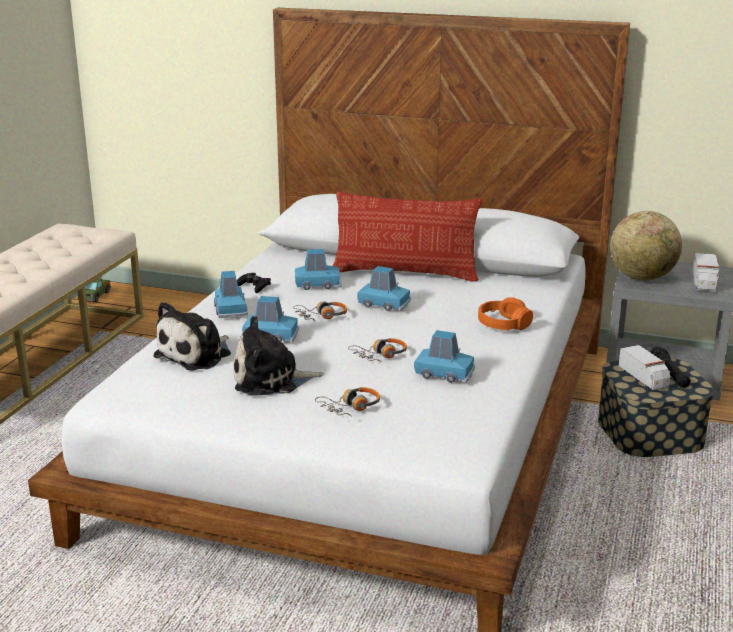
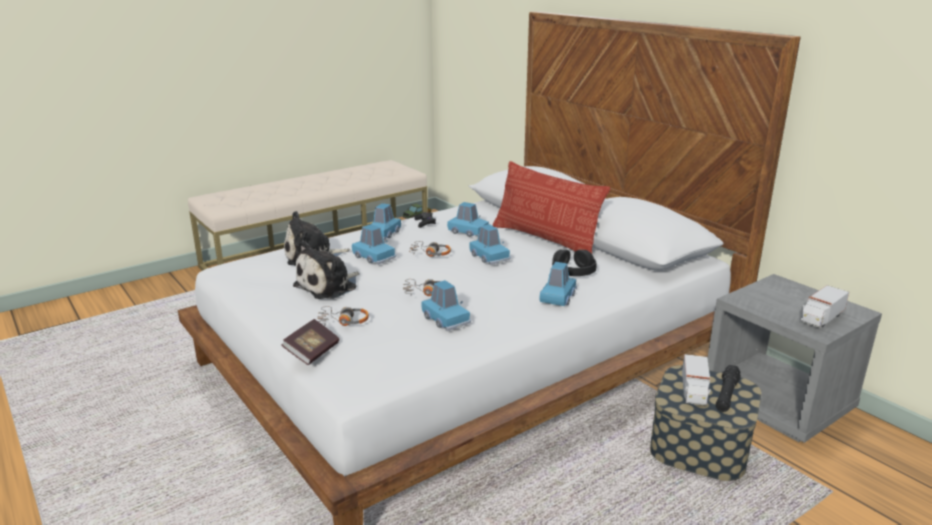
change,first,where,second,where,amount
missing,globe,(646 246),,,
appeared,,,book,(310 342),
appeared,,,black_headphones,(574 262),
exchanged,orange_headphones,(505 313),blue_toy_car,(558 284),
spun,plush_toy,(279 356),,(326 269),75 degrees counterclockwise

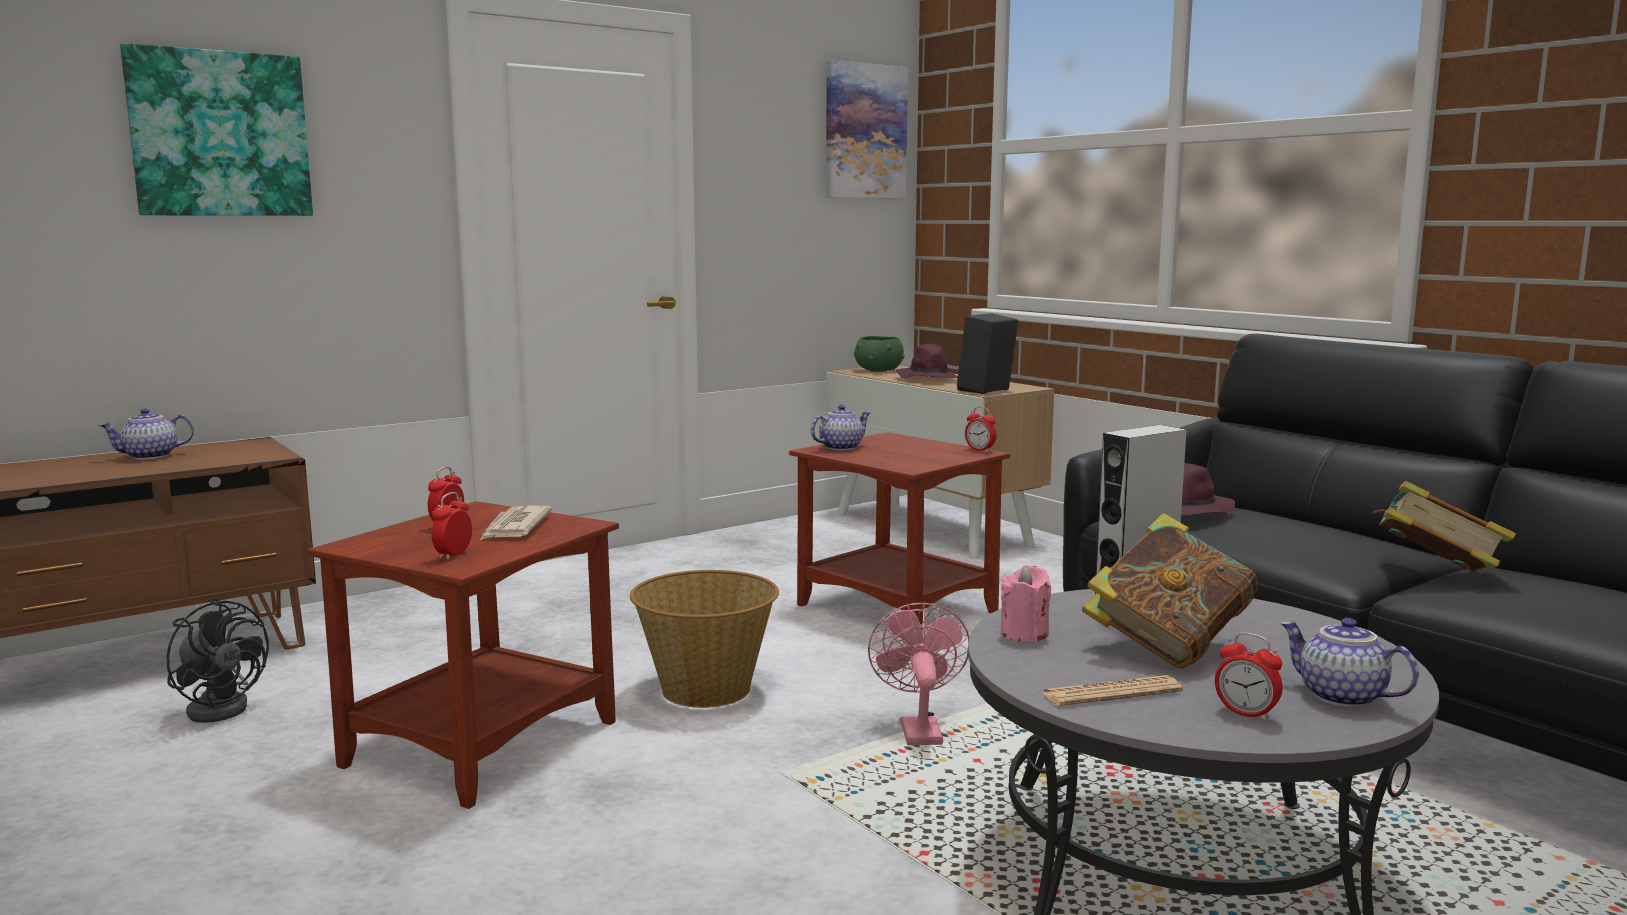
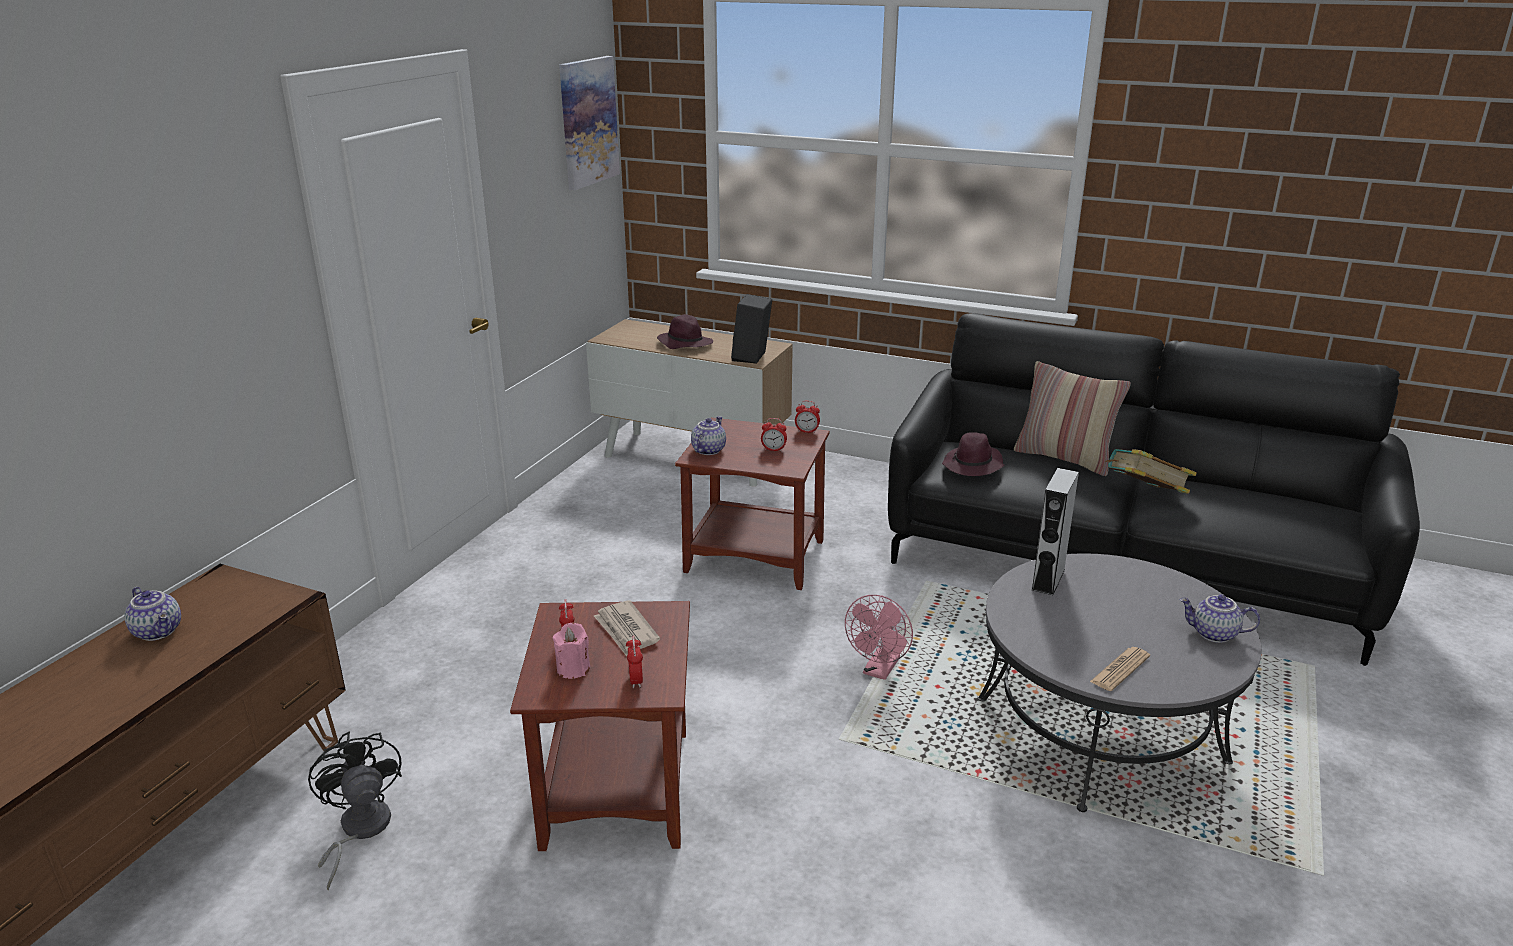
change,first,where,second,where,amount
missing,picture,(216 129),,,
missing,basket,(704 639),,,
missing,green_bowl,(879 354),,,
missing,book,(1170 591),,,
appeared,,,pillow,(1072 418),
relocated,pink_candle,(1026 603),,(571 650),
relocated,alarm_clock,(1249 676),,(774 435),
spun,teapot,(146 434),,(152 614),75 degrees counterclockwise
spun,black_fan,(218 660),,(355 811),120 degrees counterclockwise
spun,pink_fan,(918 674),,(879 637),120 degrees counterclockwise

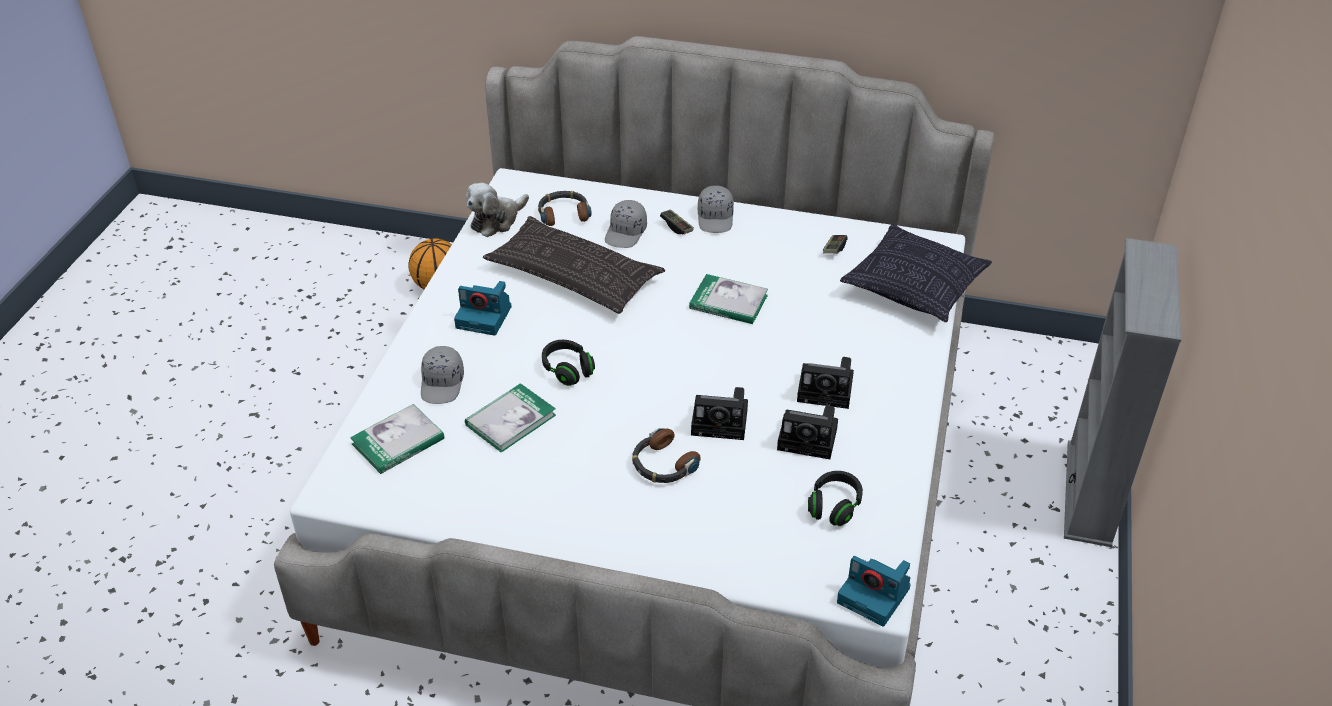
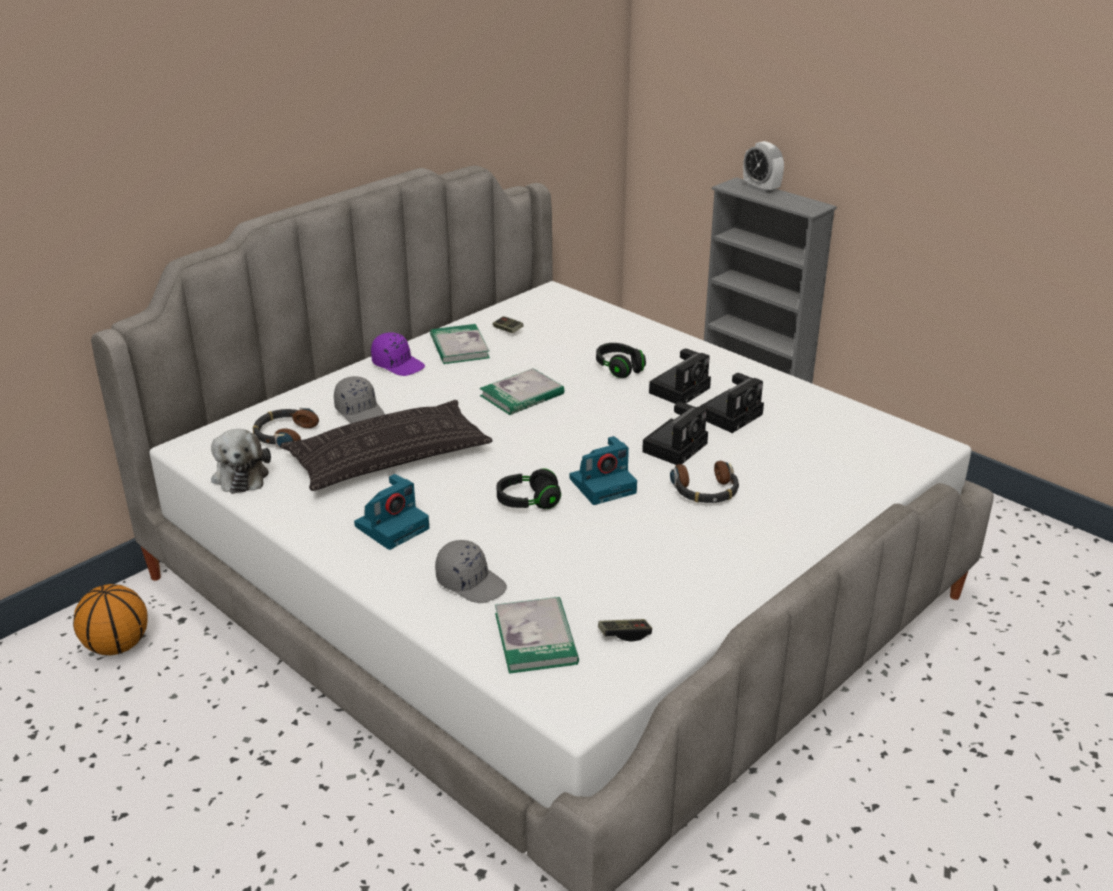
change,first,where,second,where,amount
missing,pillow,(916 273),,,
appeared,,,alarm_clock,(763 167),
relocated,book,(510 417),,(460 344),
relocated,game_controller,(677 221),,(625 630),
relocated,black_headphones,(835 498),,(621 360),
relocated,photo_camera,(874 591),,(603 470),
colour,grey_cap,(716 209),purple_cap,(398 354),

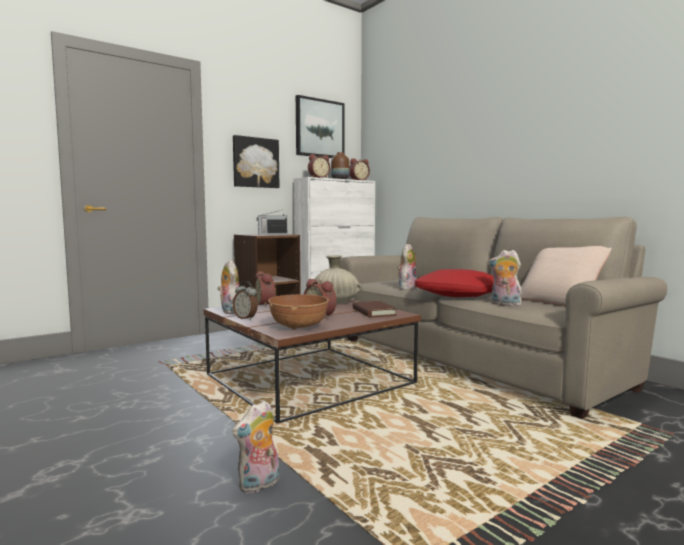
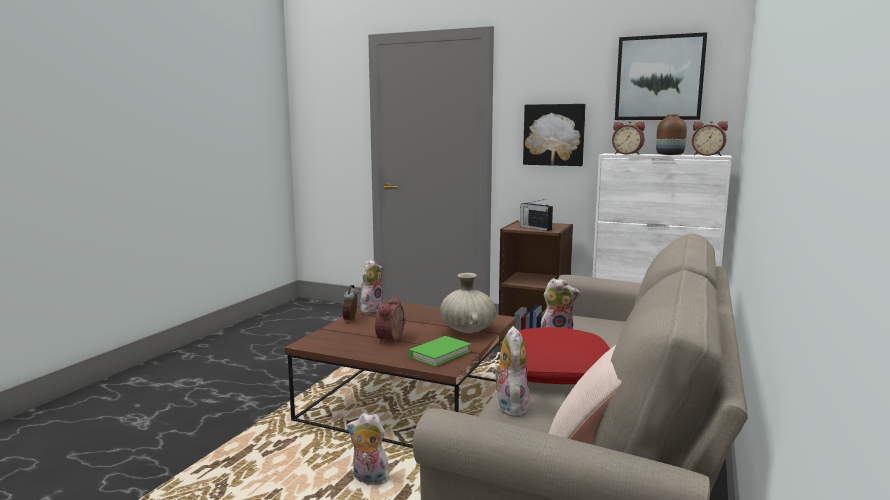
change,first,where,second,where,amount
missing,alarm_clock,(264 288),,,
missing,brown_bowl,(298 312),,,
relocated,plush_toy,(255 447),,(368 449),
colour,brown_book,(375 309),green_book,(439 351),

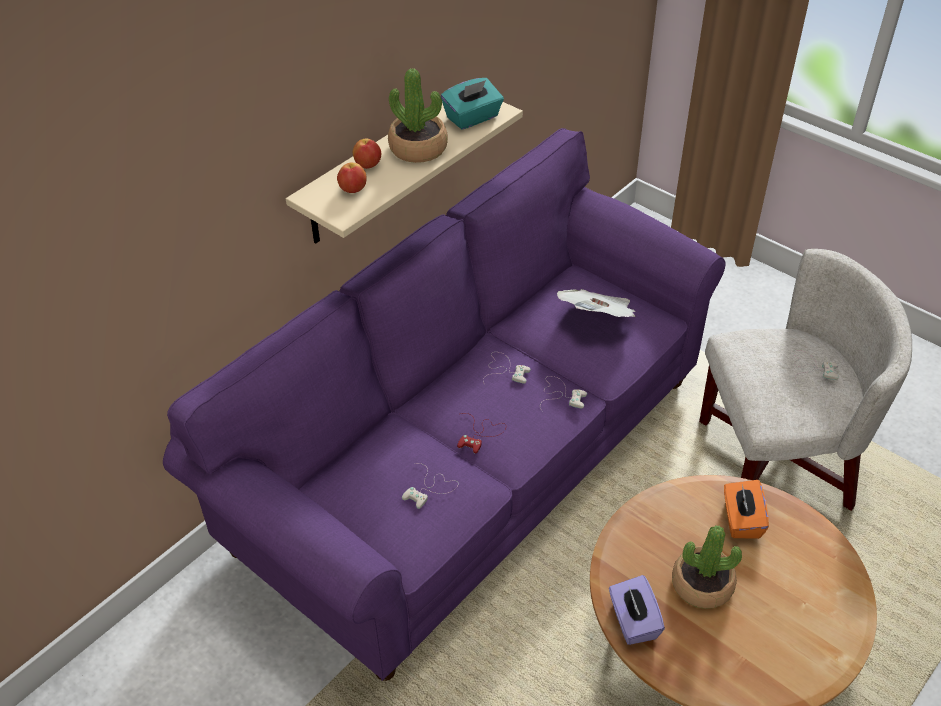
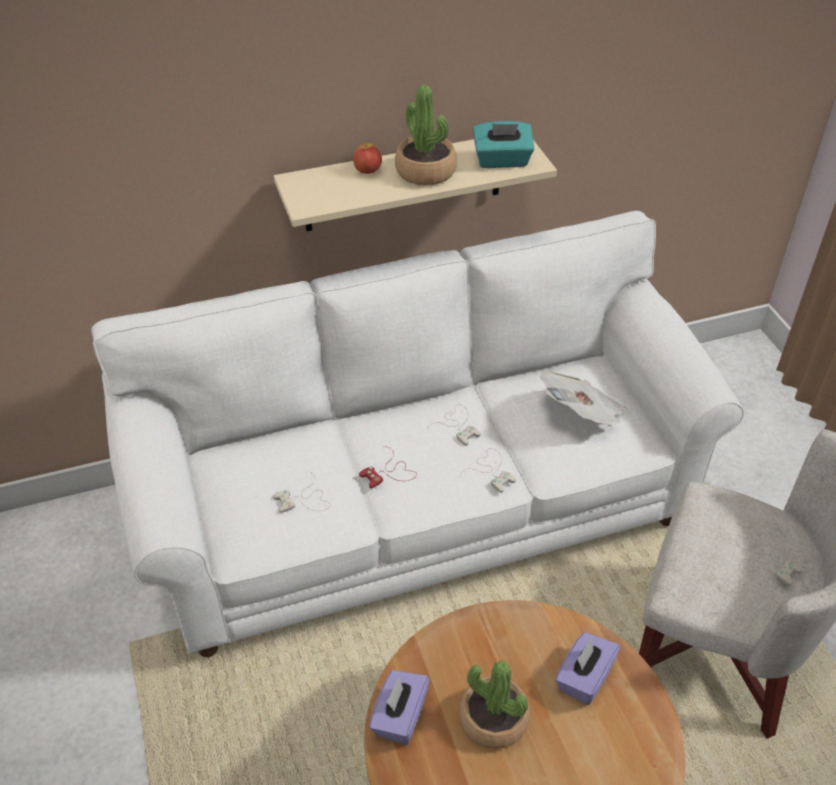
change,first,where,second,where,amount
missing,apple,(352 178),,,
colour,purple_sofa,(444 404),white_sofa,(417 434),
colour,orange_tissue_box,(746 509),purple_tissue_box,(587 668),

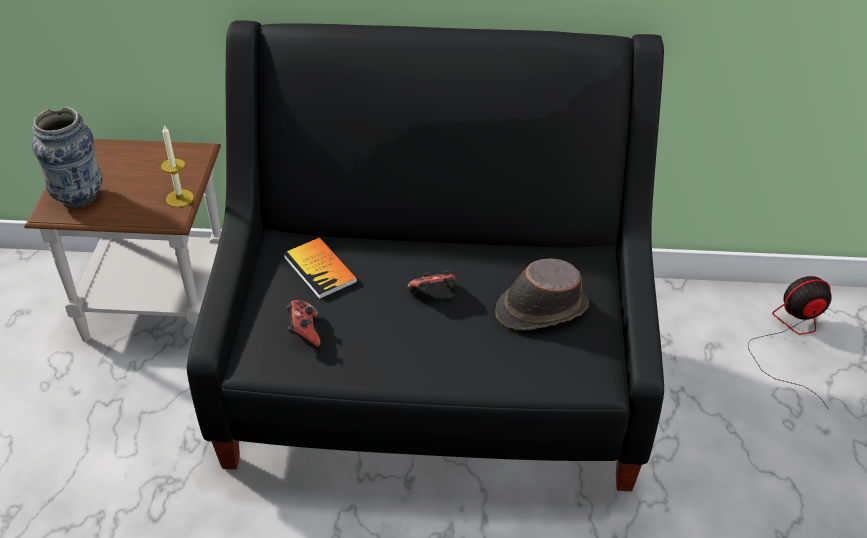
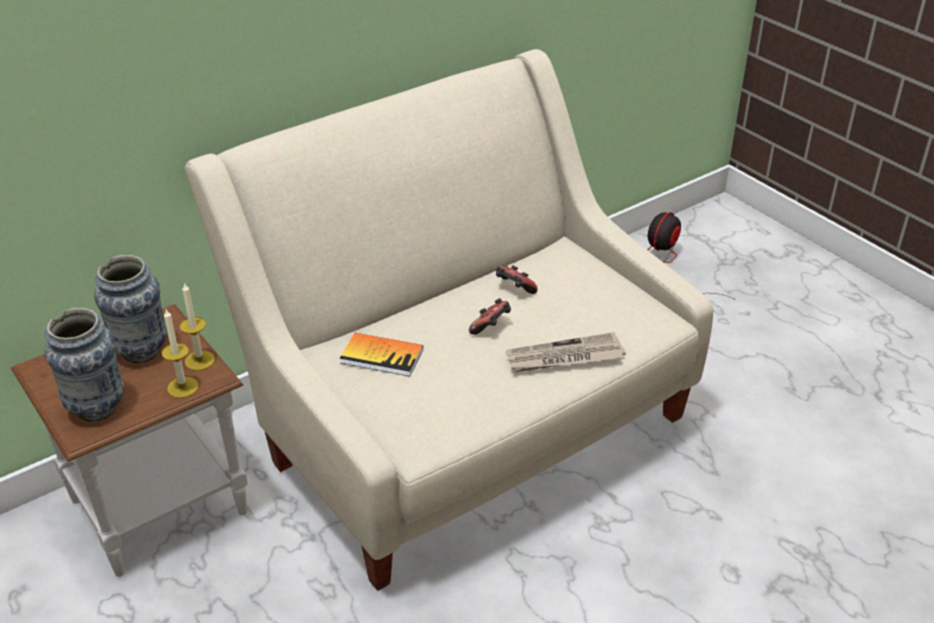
change,first,where,second,where,amount
missing,brown_hat,(542 294),,,
appeared,,,vase,(130 309),
appeared,,,candle,(180 353),
appeared,,,newspaper,(566 352),
relocated,game_controller,(303 324),,(517 279),
colour,black_sofa,(425 255),beige_sofa,(449 320),

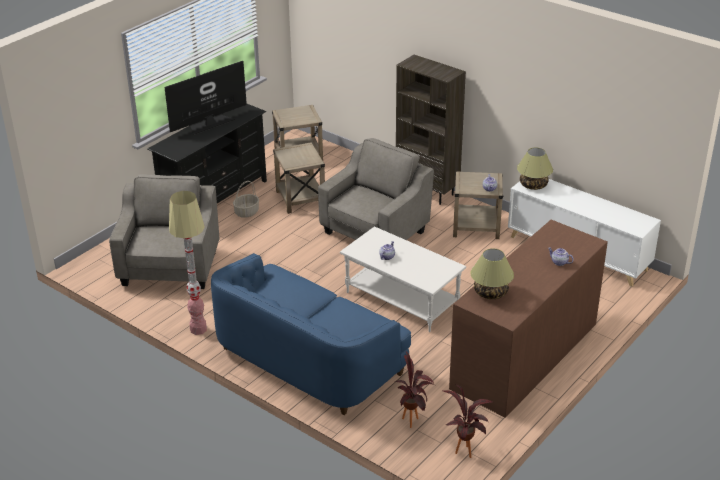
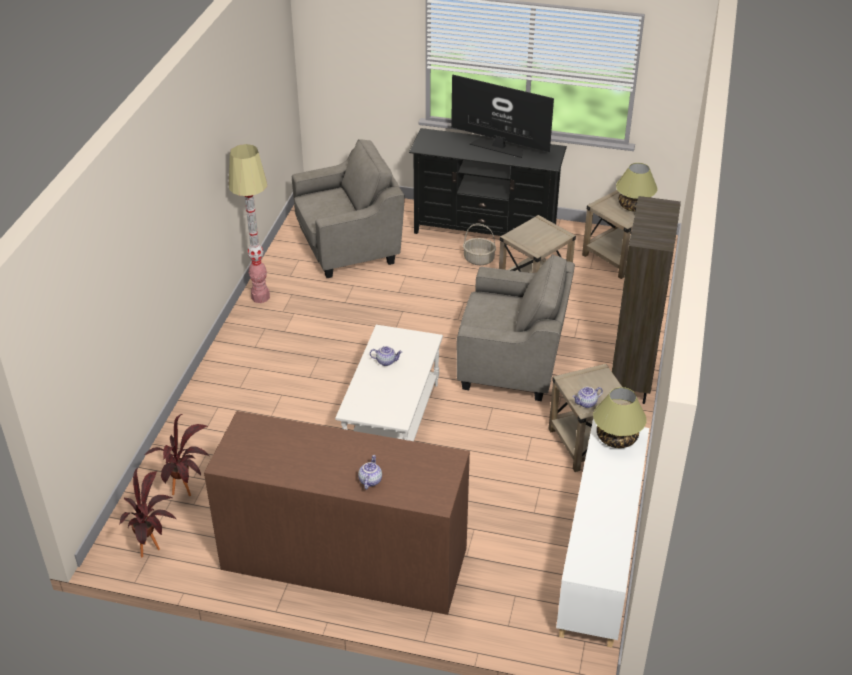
change,first,where,second,where,amount
missing,blue_sofa,(311 334),,,
relocated,table_lamp,(492 273),,(637 187),

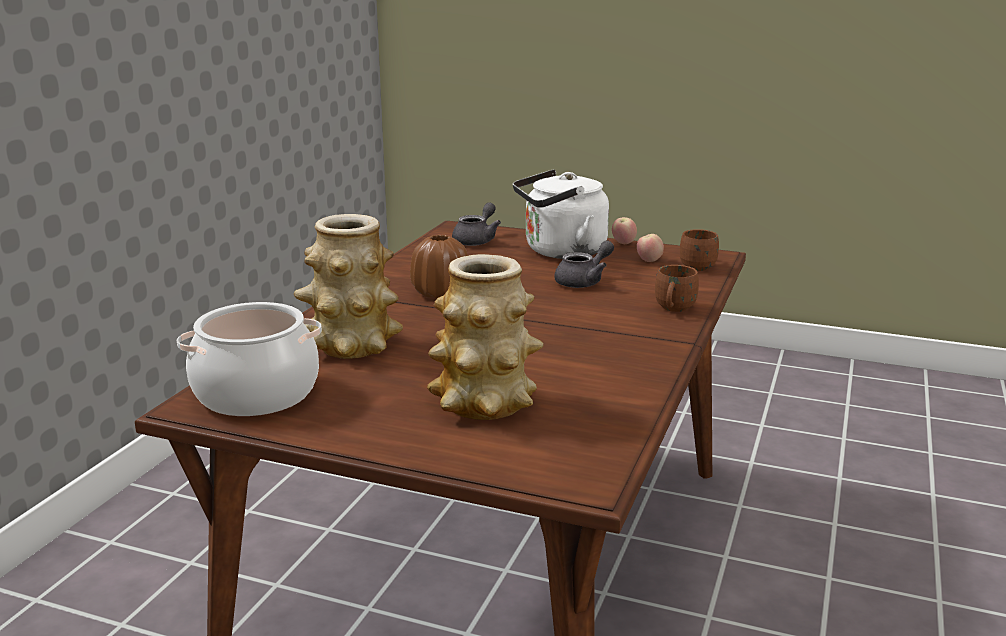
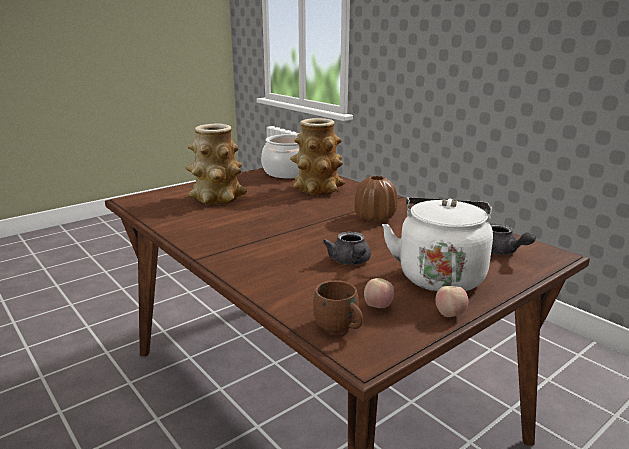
change,first,where,second,where,amount
missing,brown_mug,(677 288),,,

